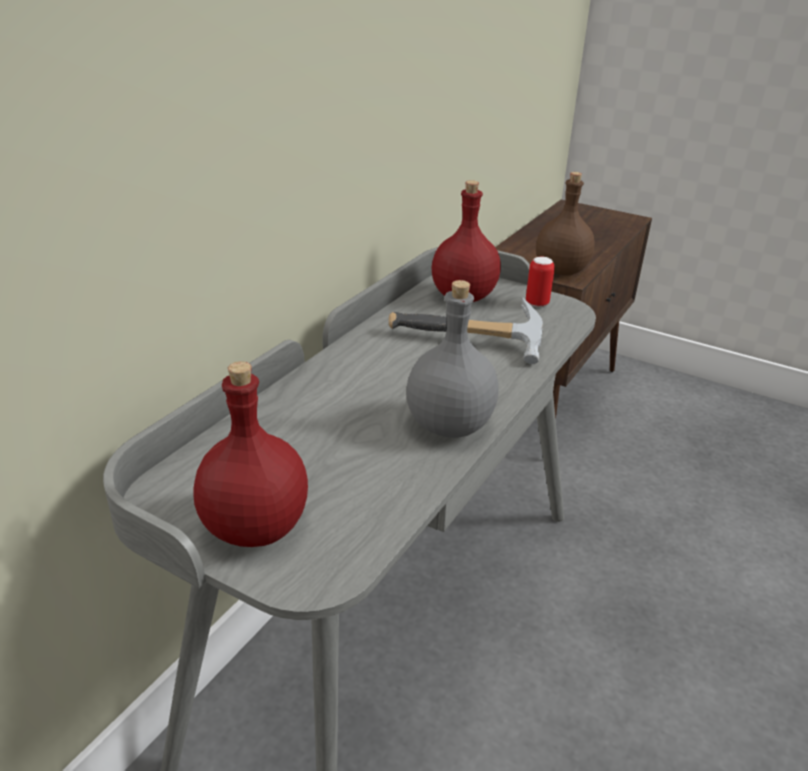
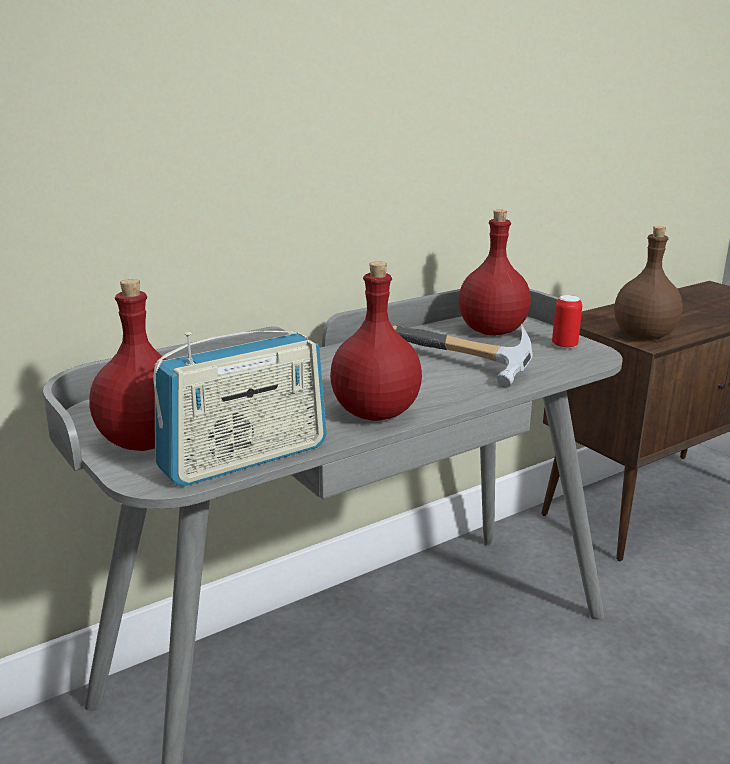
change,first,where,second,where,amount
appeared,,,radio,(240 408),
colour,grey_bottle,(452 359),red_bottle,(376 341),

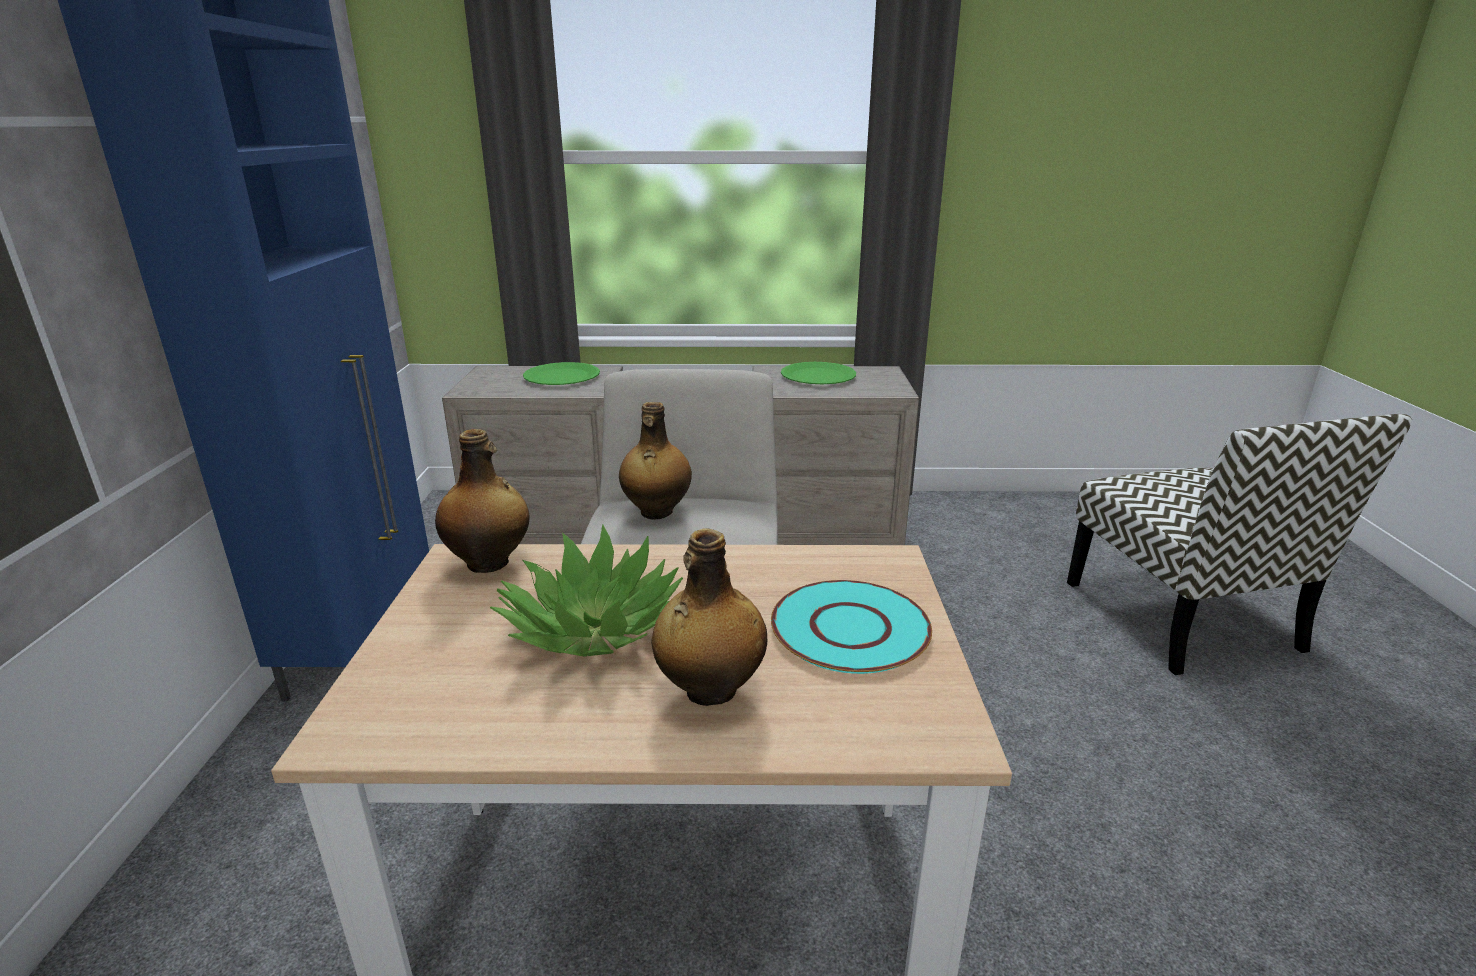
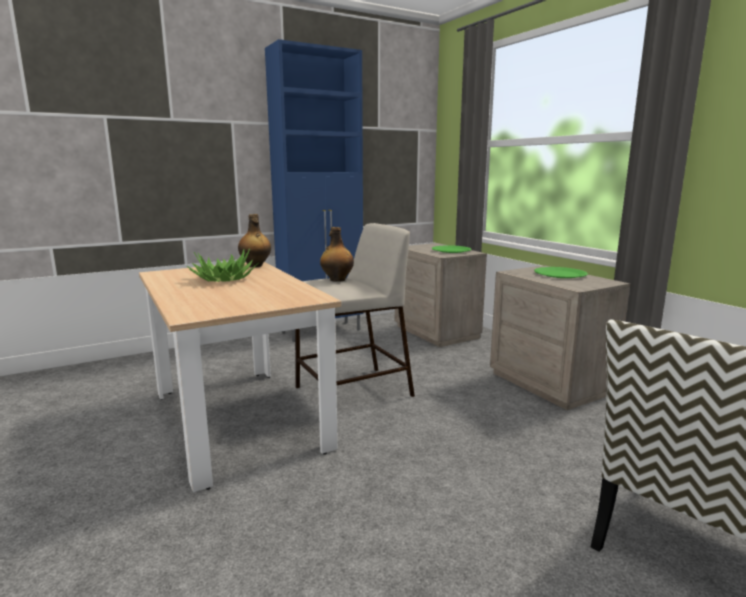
change,first,where,second,where,amount
missing,bottle,(709 617),,,
missing,turquoise_plate,(851 627),,,

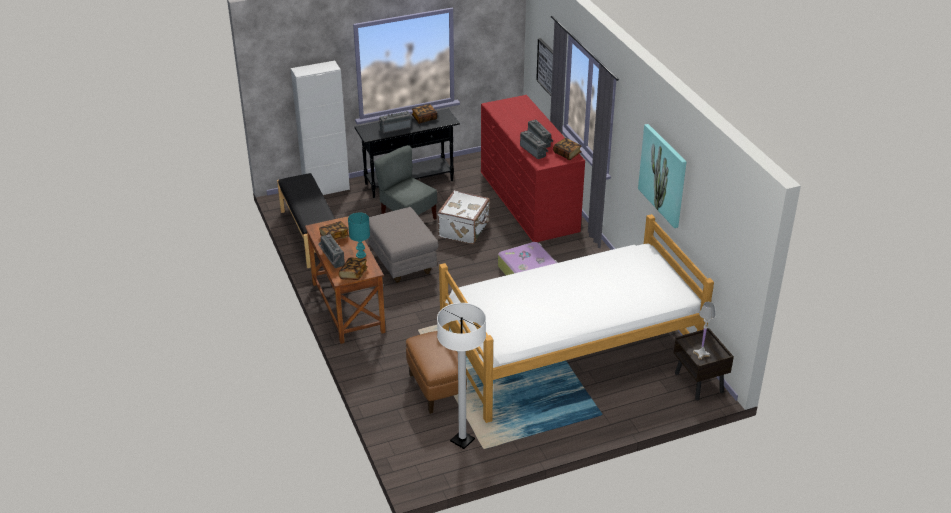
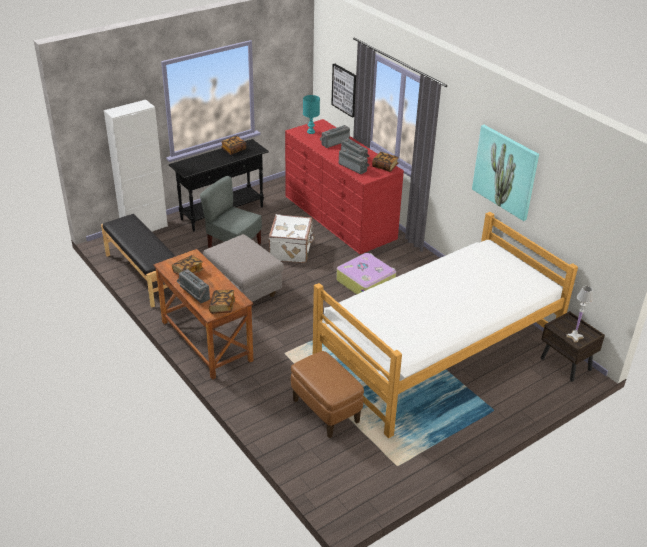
change,first,where,second,where,amount
missing,white_floor_lamp,(461 376),,,
relocated,turquoise_table_lamp,(359 235),,(311 114),
relocated,radio,(394 122),,(335 136),

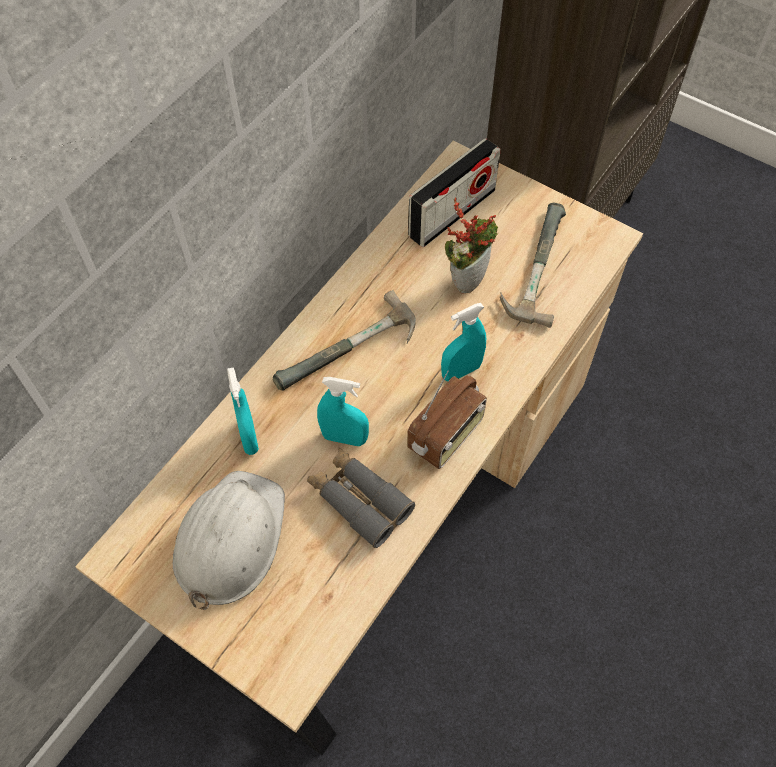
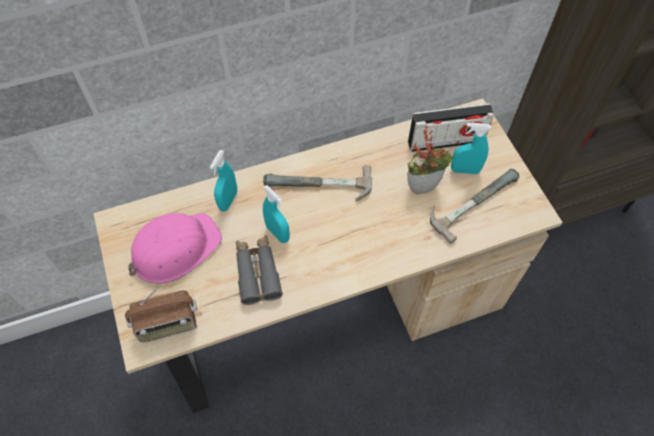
change,first,where,second,where,amount
relocated,radio,(447 420),,(161 313),
relocated,turquoise_spray_bottle,(463 342),,(471 148),
colour,white_hard_hat,(229 540),pink_hard_hat,(175 248),

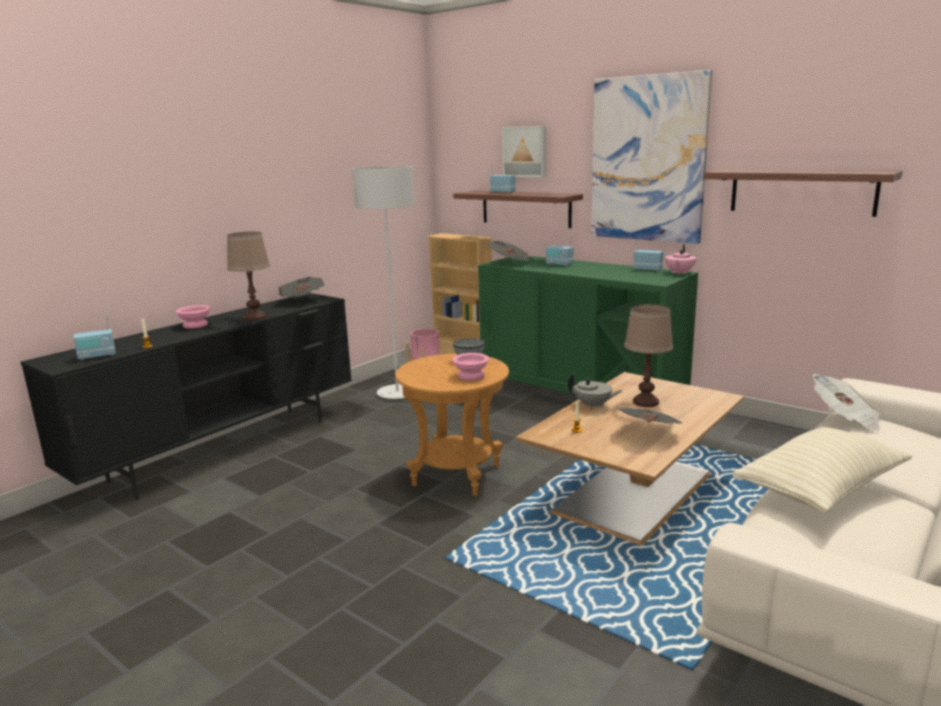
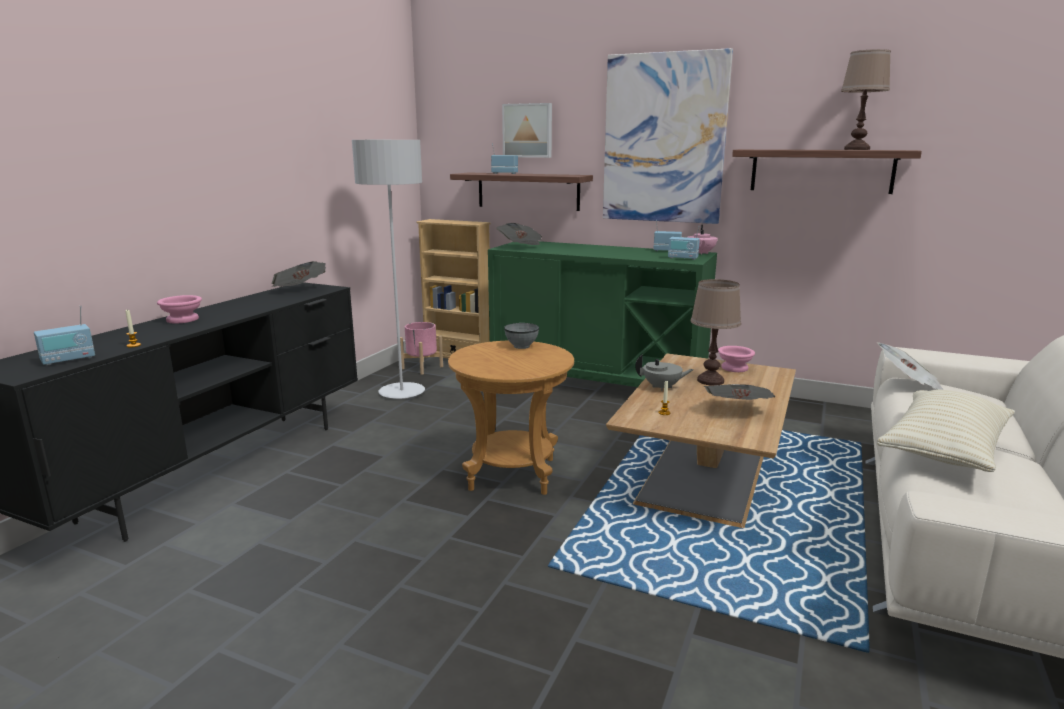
change,first,where,second,where,amount
relocated,brown_table_lamp,(248 276),,(866 99),
relocated,pink_bowl,(470 367),,(736 359),
relocated,radio,(559 251),,(684 242),

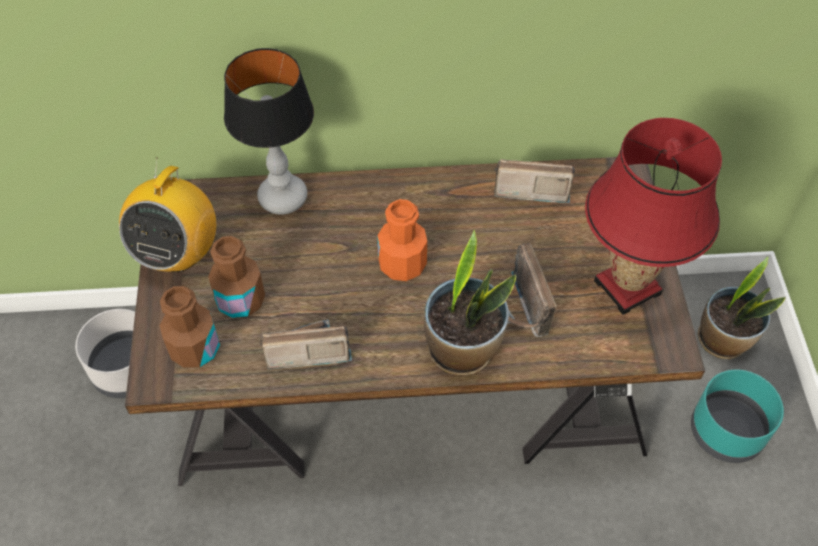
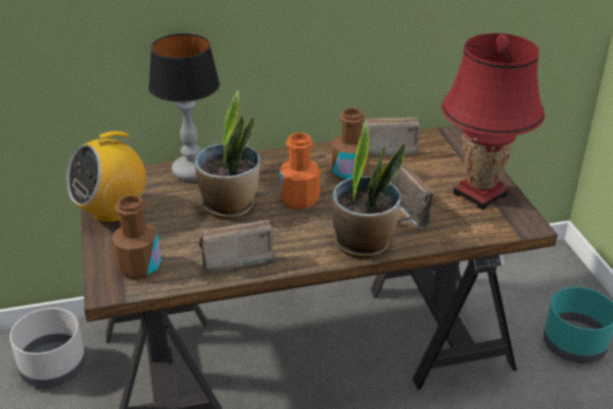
change,first,where,second,where,amount
relocated,brown_bottle,(236 277),,(351 144),
relocated,potted_plant,(742 308),,(227 154),
spun,radio,(167 216),,(106 176),45 degrees clockwise

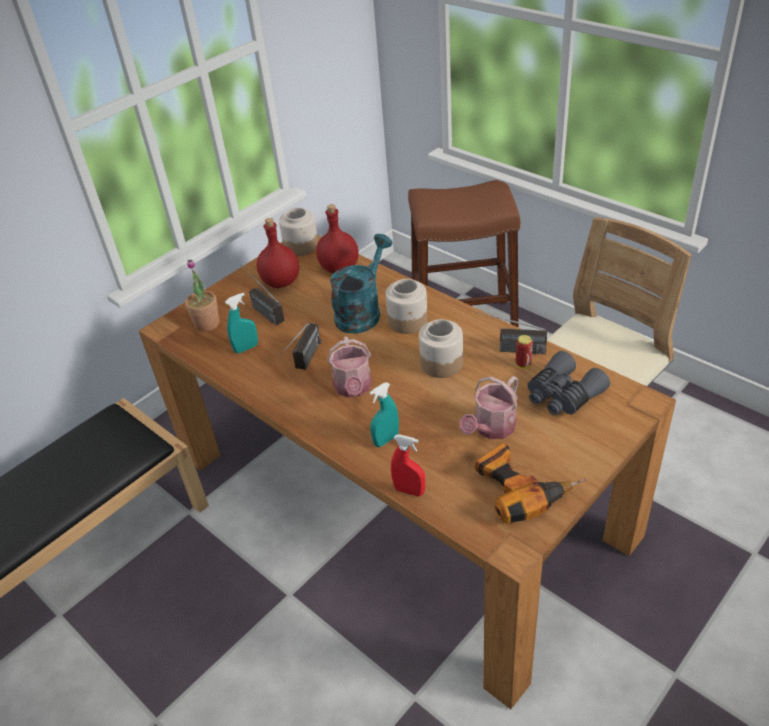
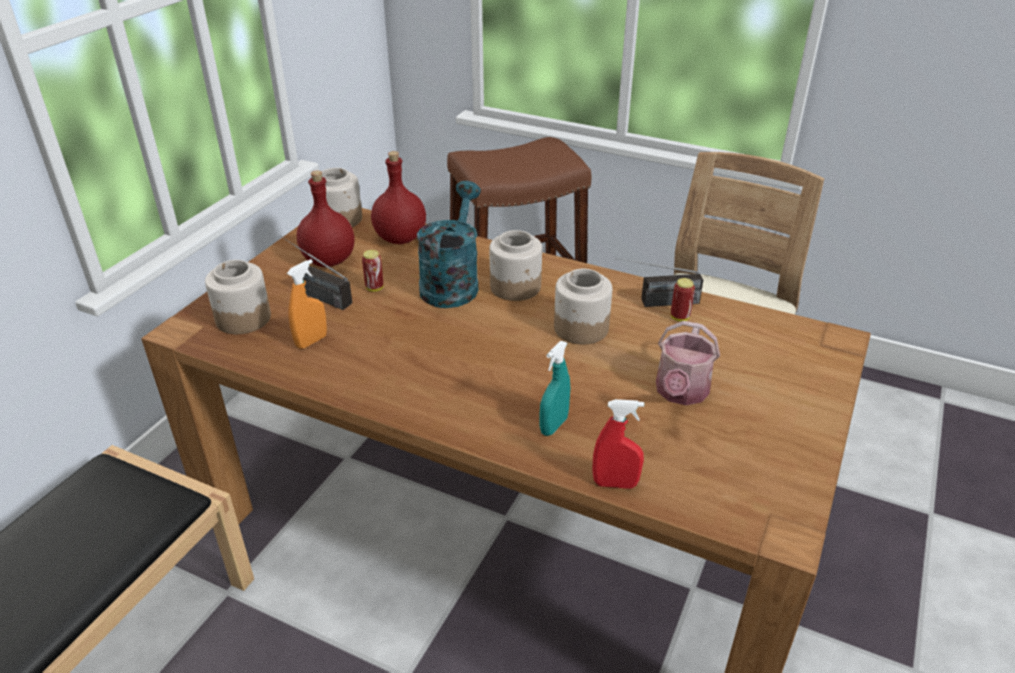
change,first,where,second,where,amount
missing,radio,(301 346),,,
missing,watering_can,(349 367),,,
missing,power_drill,(530 483),,,
missing,grey_binoculars,(568 383),,,
appeared,,,can,(372 271),
exchanged,potted_plant,(202 295),jar,(238 297),
colour,turquoise_spray_bottle,(241 323),orange_spray_bottle,(307 304),

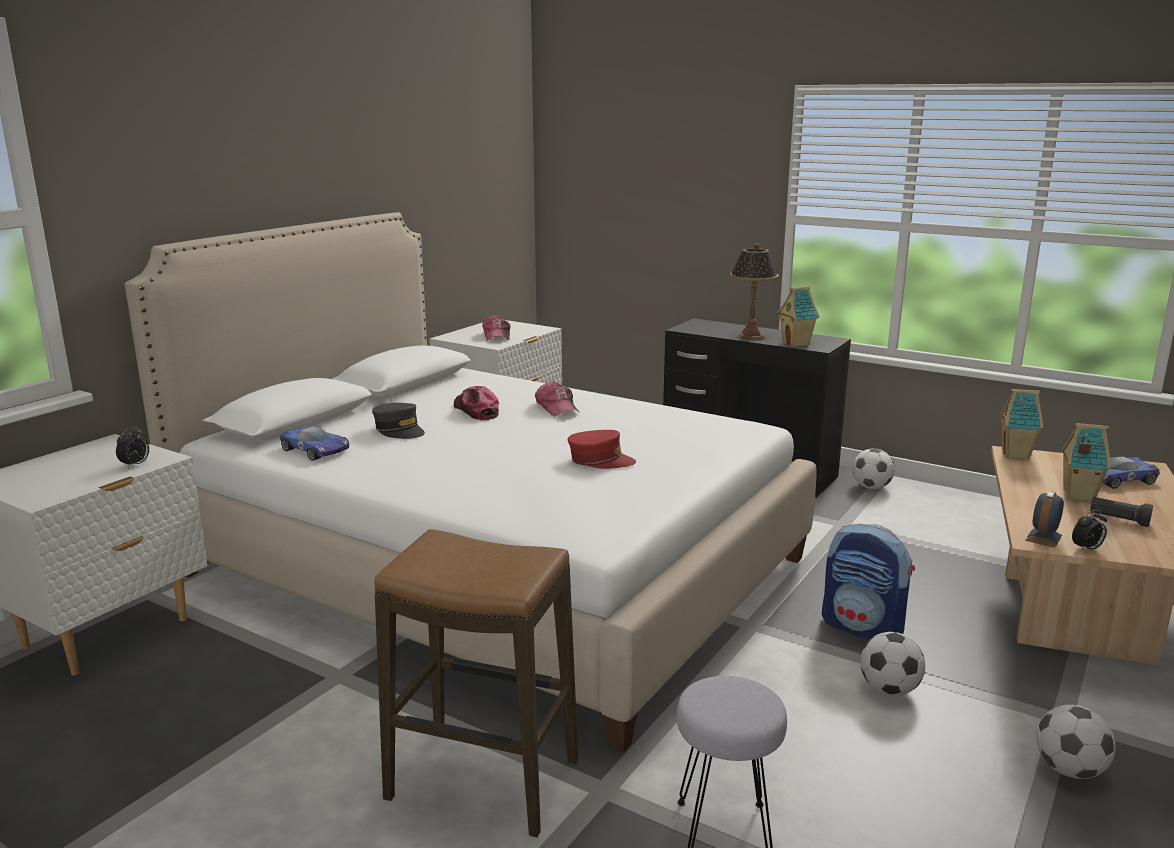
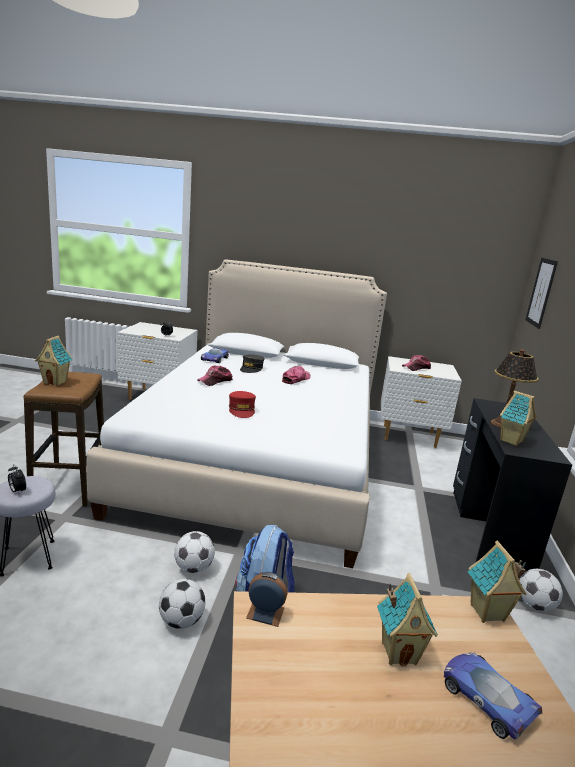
change,first,where,second,where,amount
missing,black_flashlight,(1121 512),,,
appeared,,,toy_house,(54 360),
appeared,,,picture,(541 293),
relocated,cap,(557 398),,(215 376),
relocated,football,(1076 741),,(194 552),
relocated,alarm_clock,(1089 531),,(17 479),

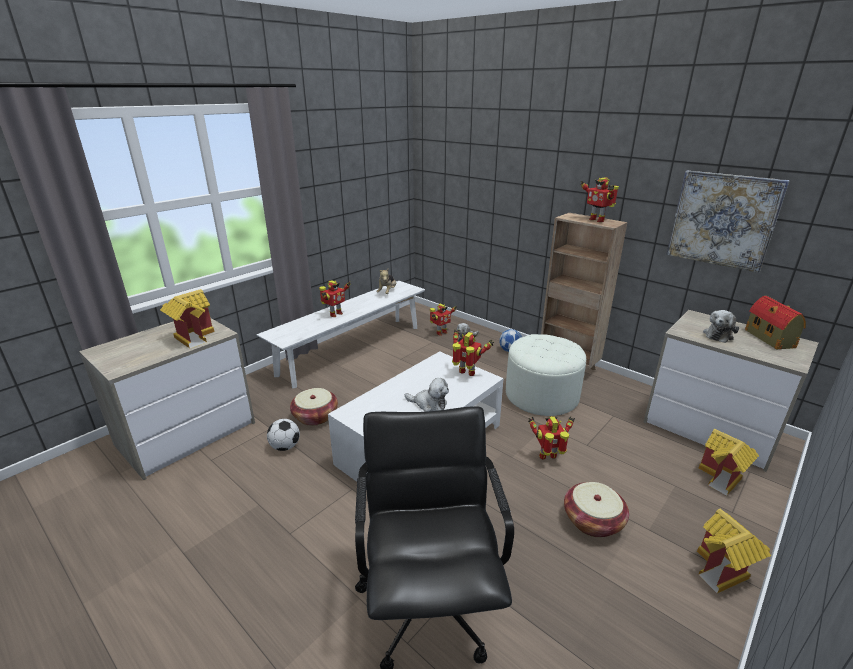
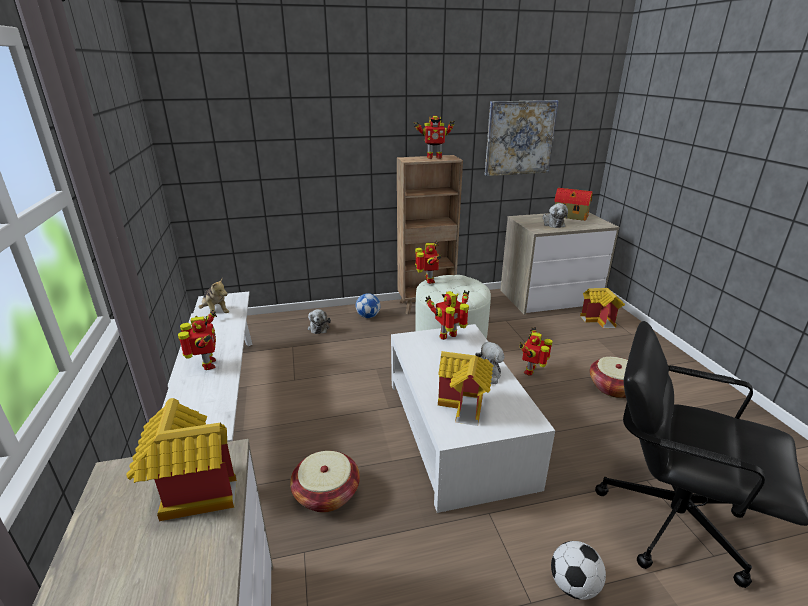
change,first,where,second,where,amount
relocated,football,(283 435),,(578 570),
relocated,toy_robot,(443 320),,(428 262),
relocated,toy_house,(734 550),,(466 388),

